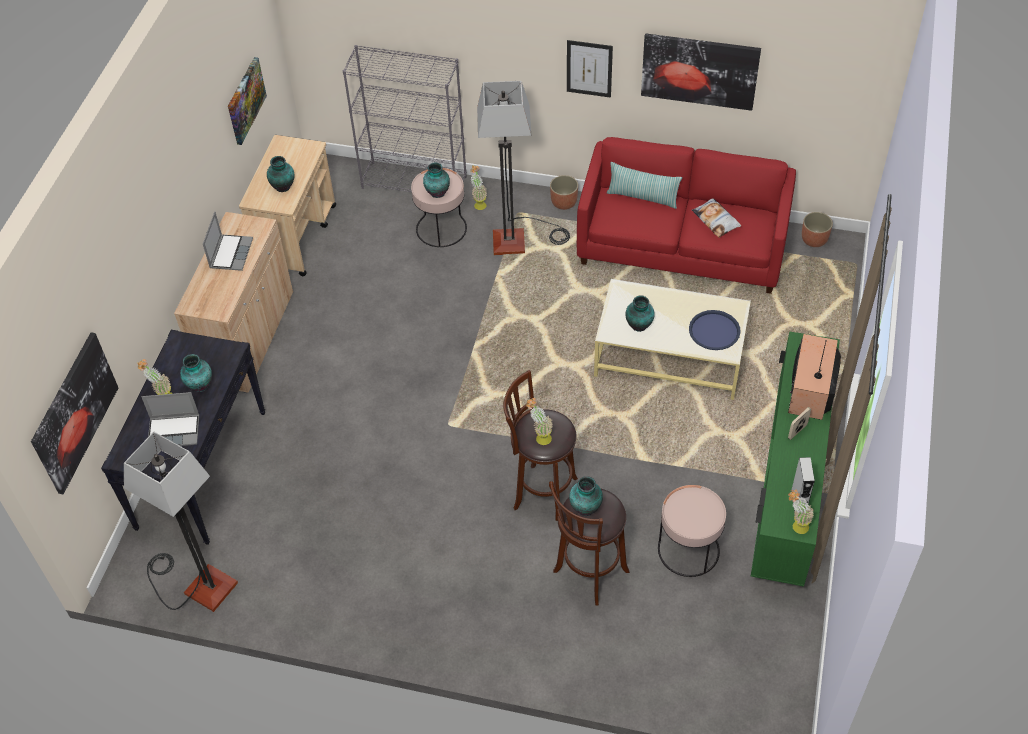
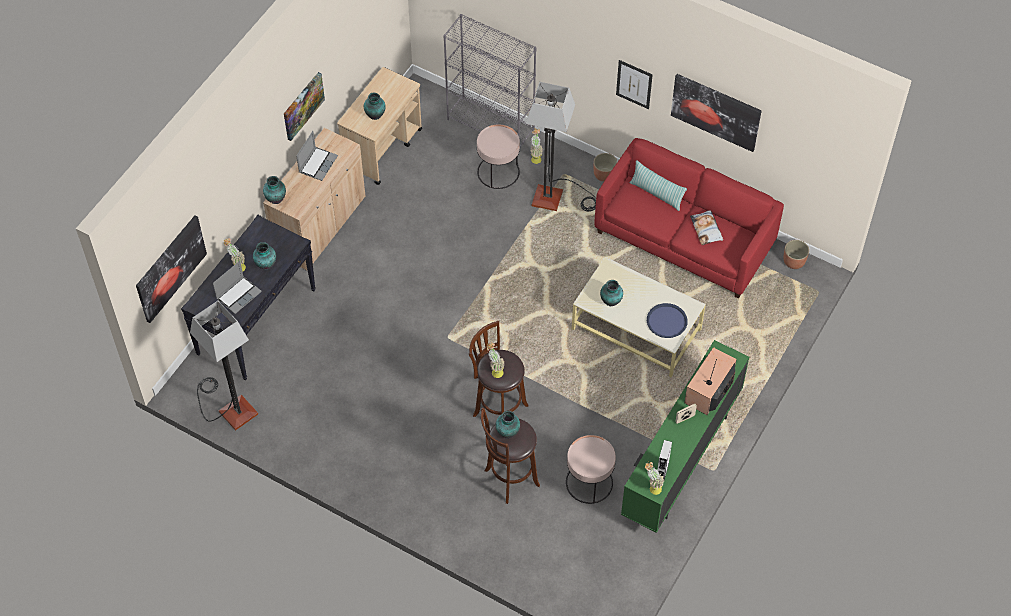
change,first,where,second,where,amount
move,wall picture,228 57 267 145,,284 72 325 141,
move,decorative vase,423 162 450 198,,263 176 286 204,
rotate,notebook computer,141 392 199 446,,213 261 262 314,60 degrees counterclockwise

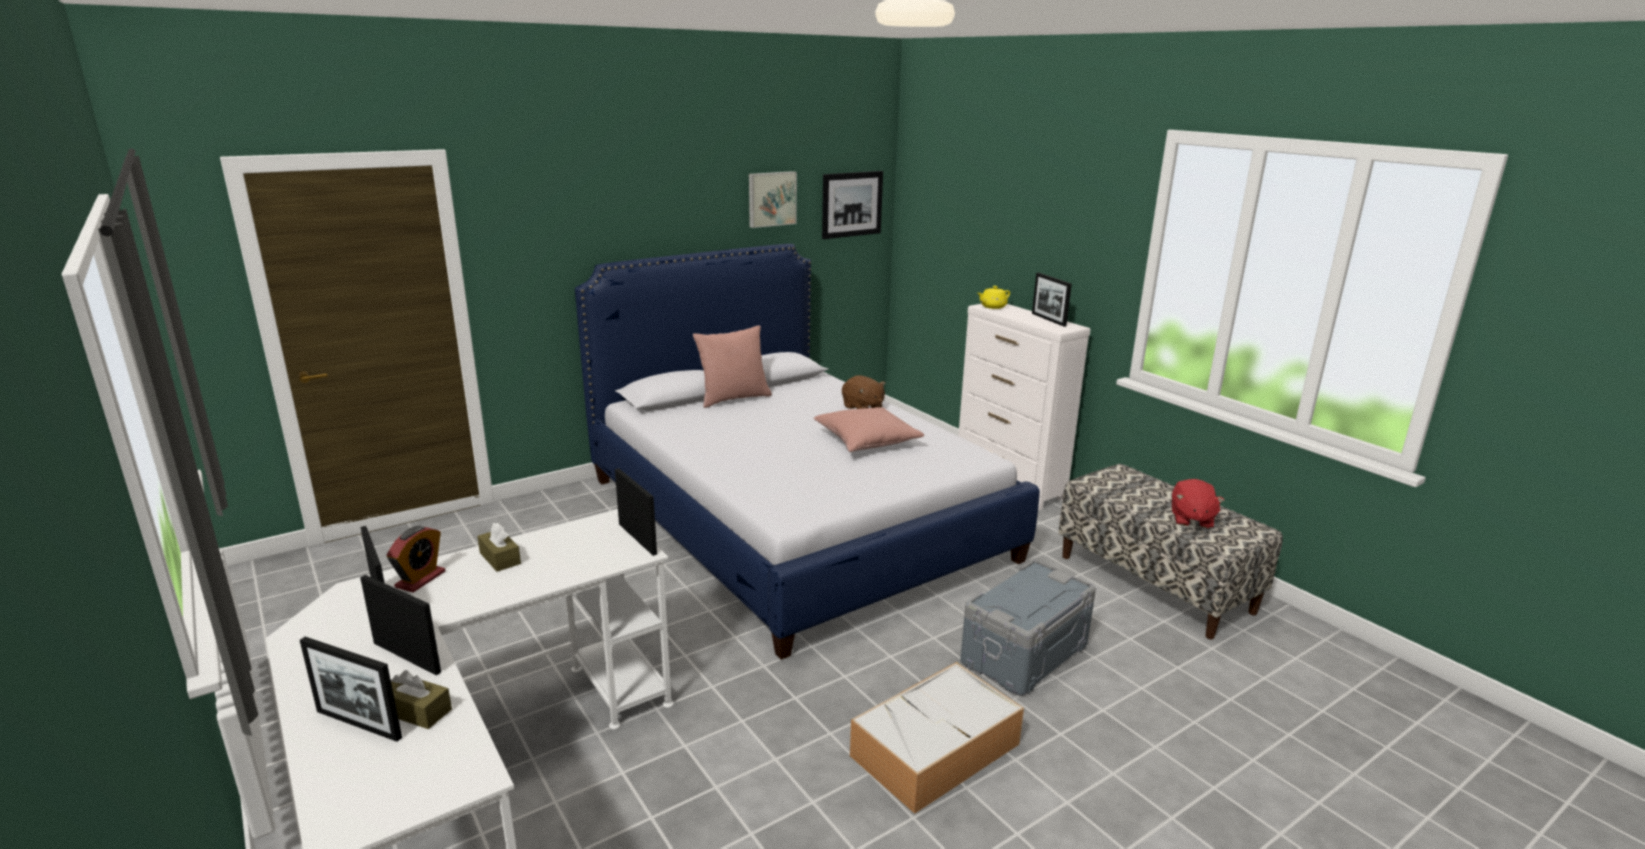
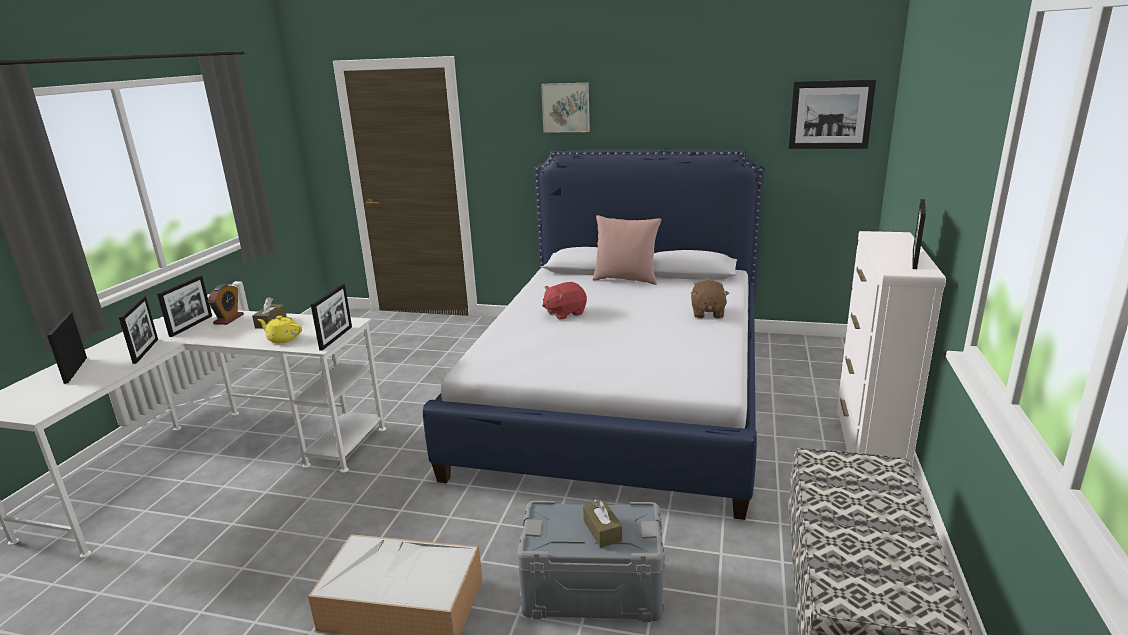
change,first,where,second,where,amount
move,wall picture,749 171 797 228,,541 83 590 133,
move,tea pot (yellow-coloured),978 286 1010 309,,257 316 302 343,
delete,throw pillow (pinkish),814 407 924 452,,,
move,soft toy (reddish),1172 479 1224 529,,542 282 587 320,
rotate,table clock,387 526 445 593,,207 284 244 325,60 degrees counterclockwise
move,box of tissues (brownish),391 670 452 729,,583 500 622 548,

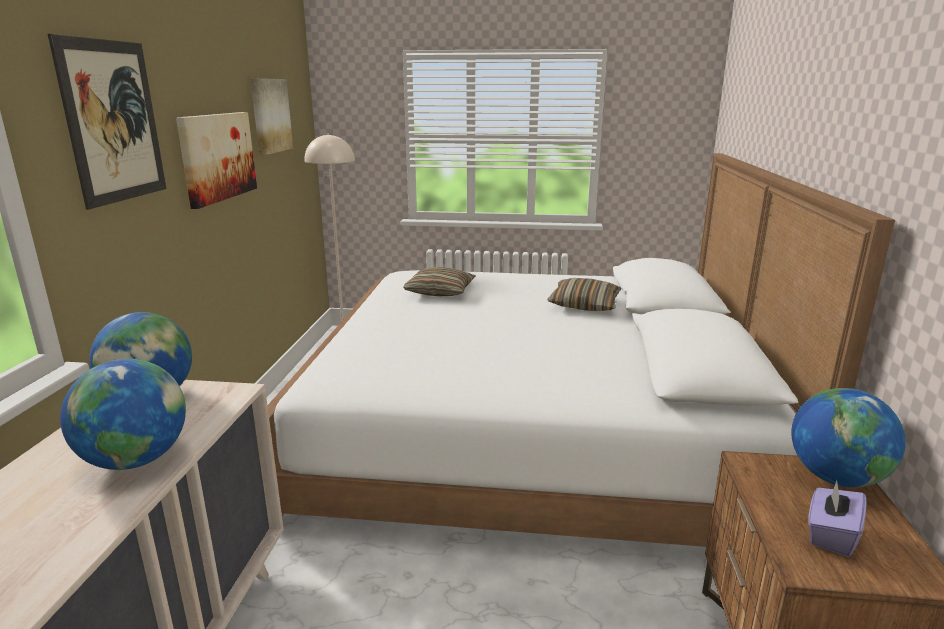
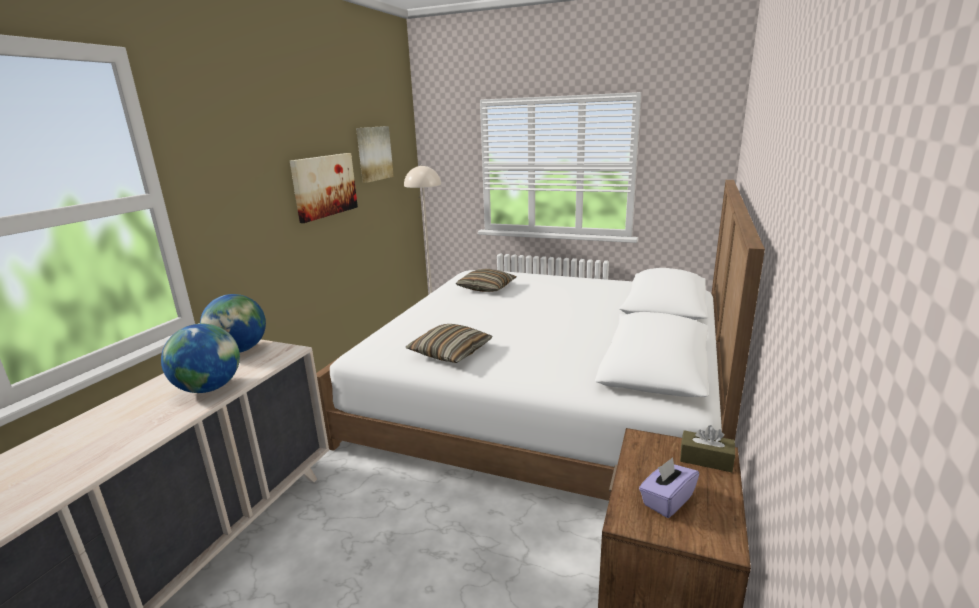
change,first,where,second,where,amount
delete,wall picture,48 34 166 210,,,
move,throw pillow,548 278 621 311,,406 324 492 363,
replace,globe,791 388 906 488,box of tissues (brownish),680 425 735 472,

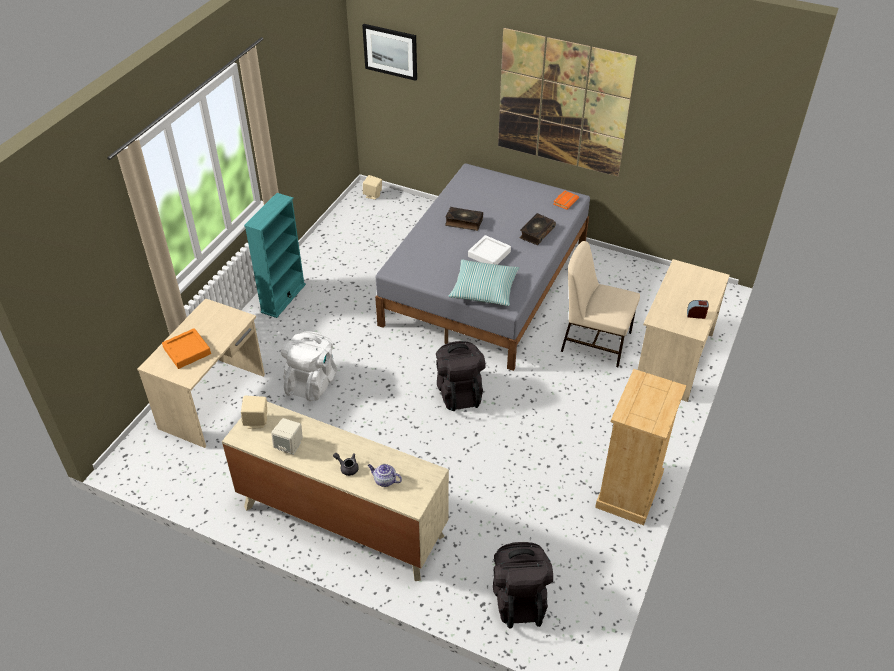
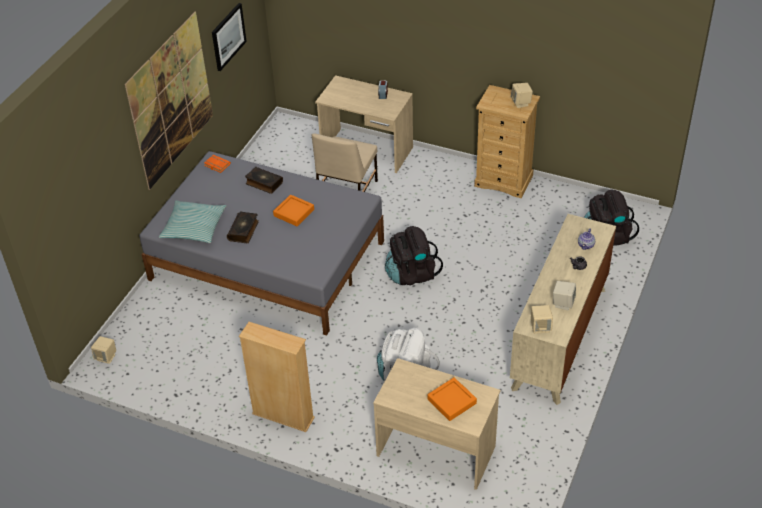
change,first,where,second,where,amount
move,wall picture,362 24 417 81,,212 3 247 71,
recolor,bookcase (blue-green),244 193 306 318,bookcase (beige-coloured),239 322 315 432,
recolor,carrying tray (whitish),468 235 511 265,carrying tray (orange),273 195 314 226,
move,throw pillow,448 260 519 306,,159 200 227 243,
insert,,,loudspeaker (beige-coloured),511 83 533 108,

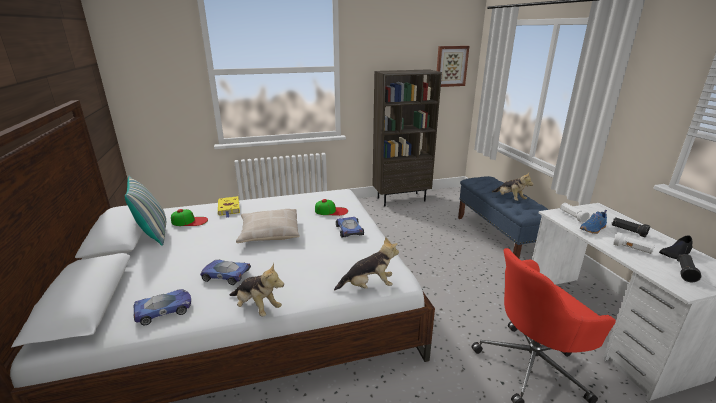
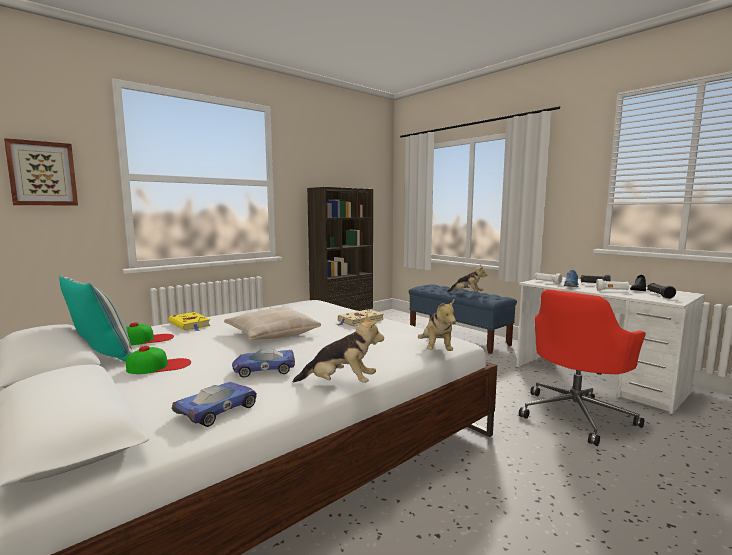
change,first,where,second,where,amount
move,wall picture,437 46 469 87,,4 138 78 206,
move,baseball cap,315 199 348 216,,126 346 191 374,
replace,toy car,336 217 364 238,volume (beige-coloured),337 309 384 327,
rotate,soft toy,334 237 399 291,,418 299 456 351,120 degrees clockwise

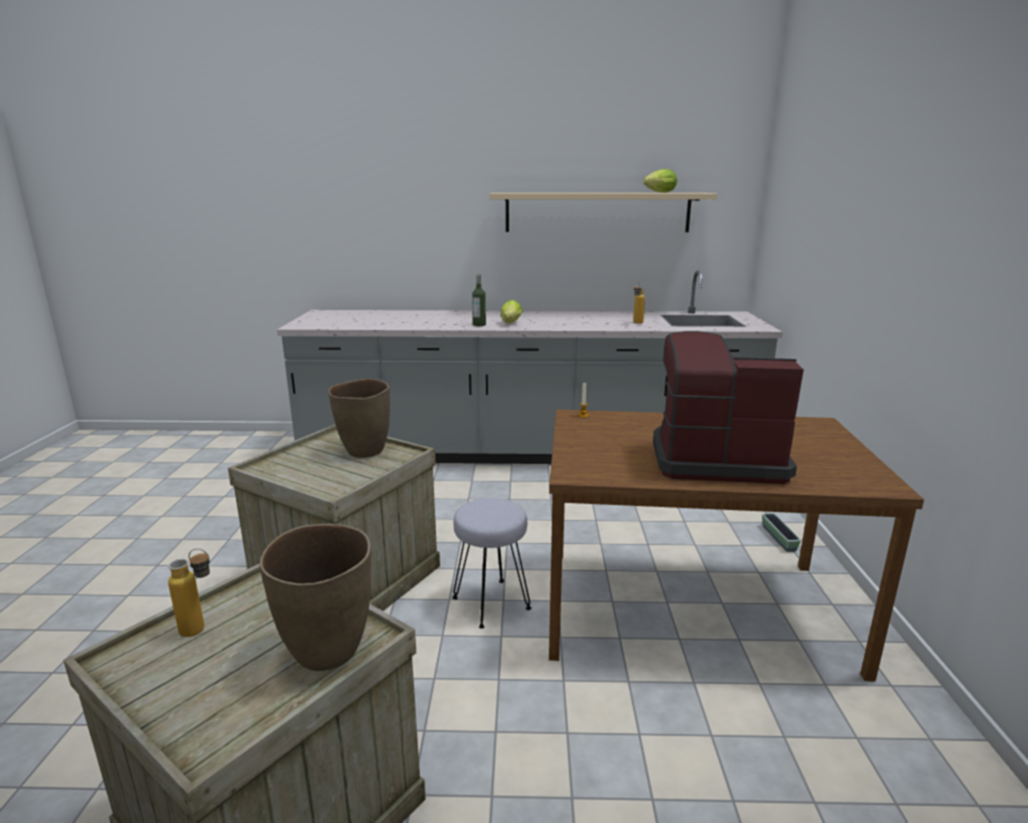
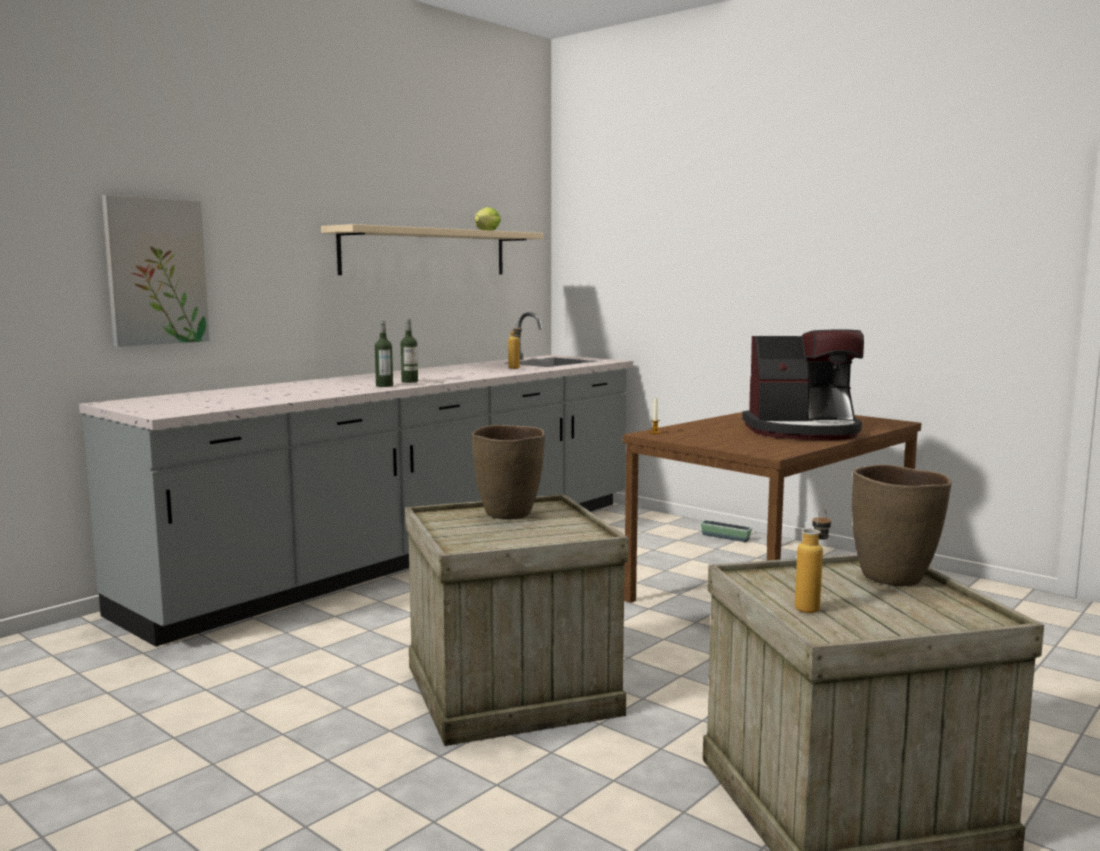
change,first,where,second,where,amount
replace,lettuce,501 300 523 323,beverage bottle,401 319 418 383,
rotate,coffee machine,653 331 804 484,,742 329 864 440,135 degrees counterclockwise
delete,stool seat (greyish),452 498 531 629,,,
insert,,,wall picture,102 195 210 347,

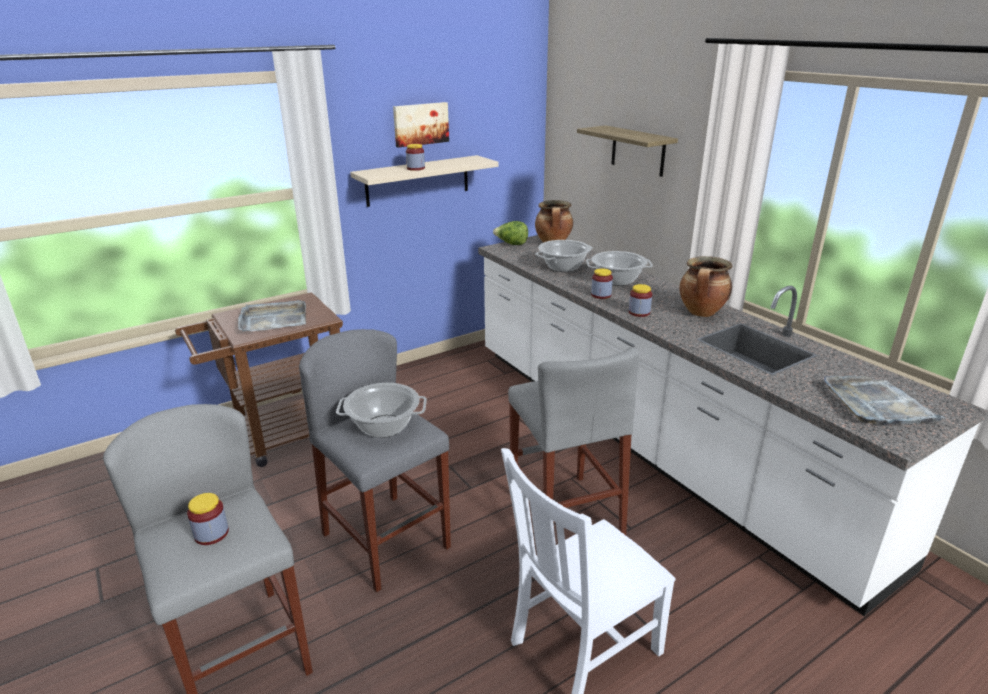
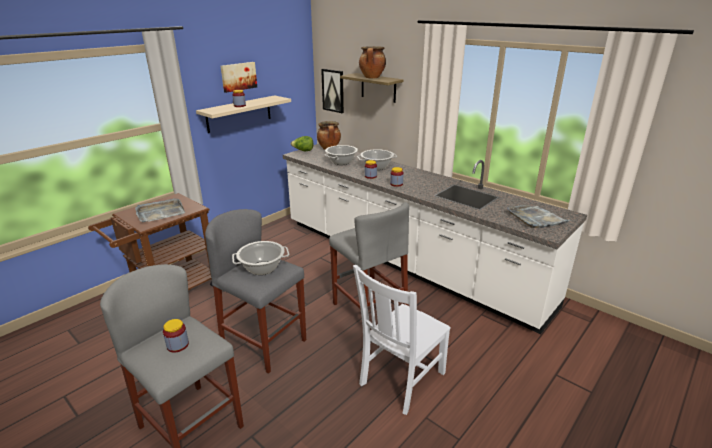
change,first,where,second,where,amount
move,cooking pot,679 256 732 317,,359 46 386 78,
insert,,,wall picture,321 69 344 113,

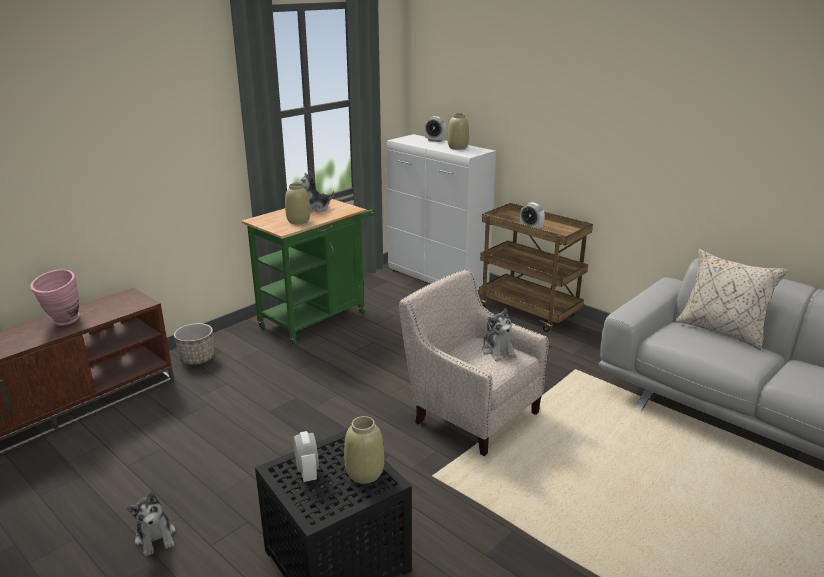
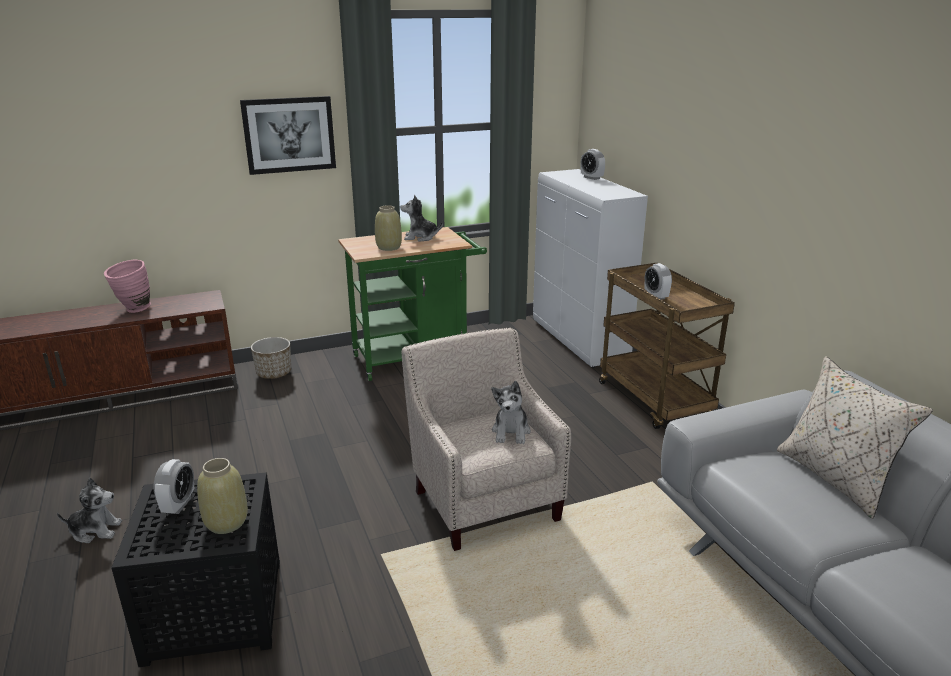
change,first,where,second,where,amount
delete,decorative vase (beige-coloured),448 113 469 150,,,
rotate,soft toy,127 492 176 557,,57 478 122 543,90 degrees counterclockwise
insert,,,wall picture,240 96 336 175,

